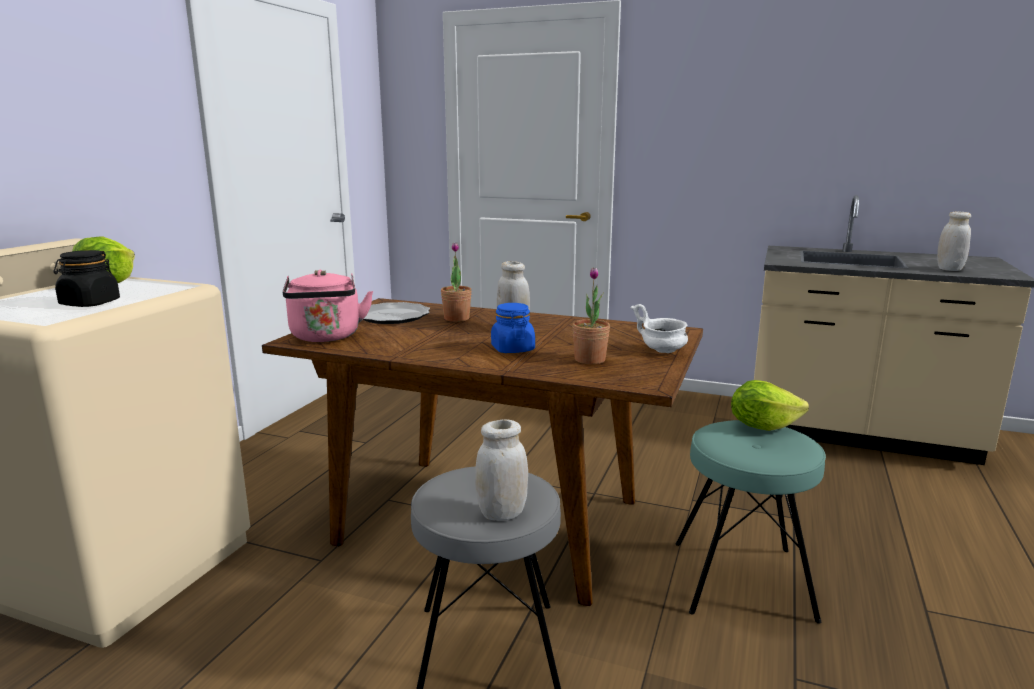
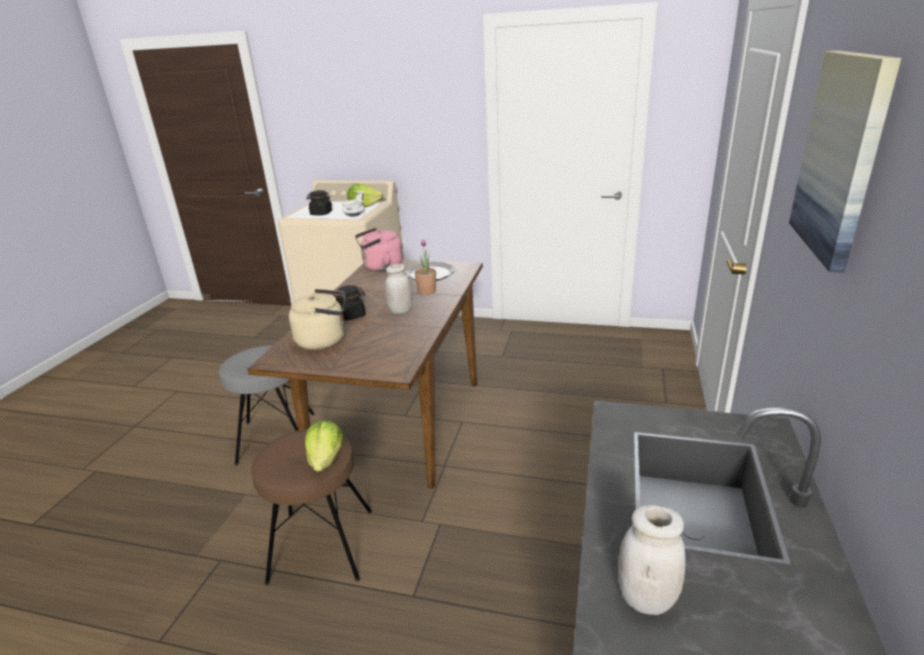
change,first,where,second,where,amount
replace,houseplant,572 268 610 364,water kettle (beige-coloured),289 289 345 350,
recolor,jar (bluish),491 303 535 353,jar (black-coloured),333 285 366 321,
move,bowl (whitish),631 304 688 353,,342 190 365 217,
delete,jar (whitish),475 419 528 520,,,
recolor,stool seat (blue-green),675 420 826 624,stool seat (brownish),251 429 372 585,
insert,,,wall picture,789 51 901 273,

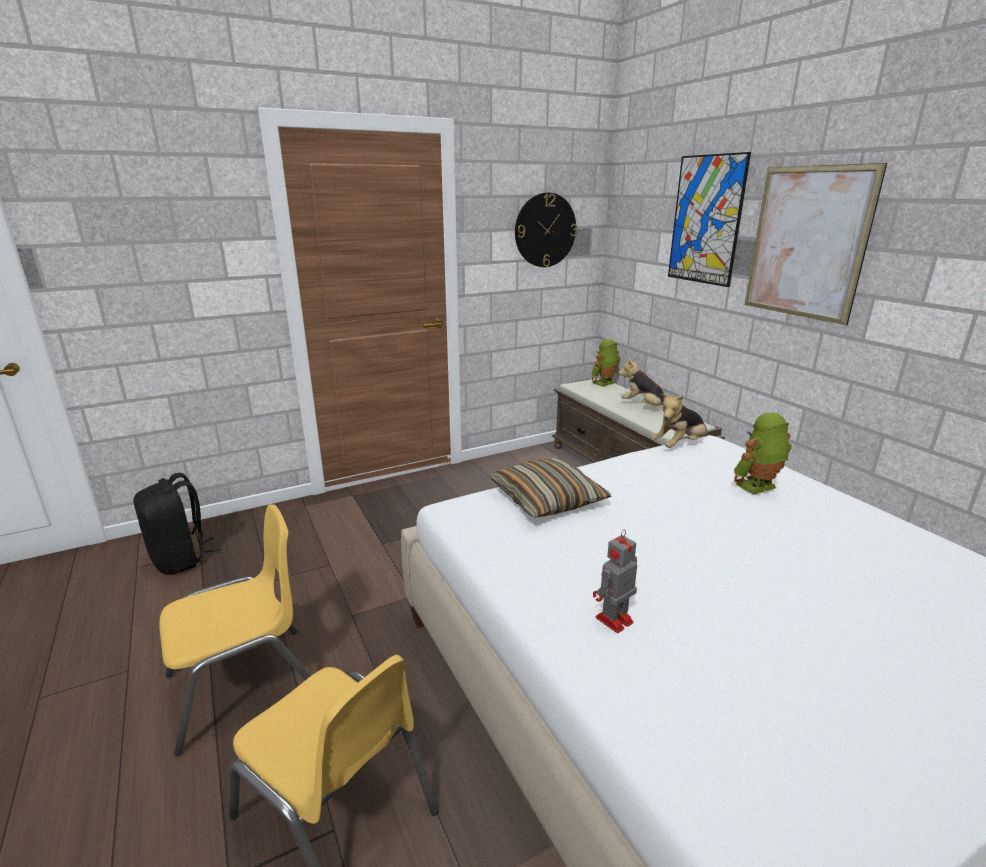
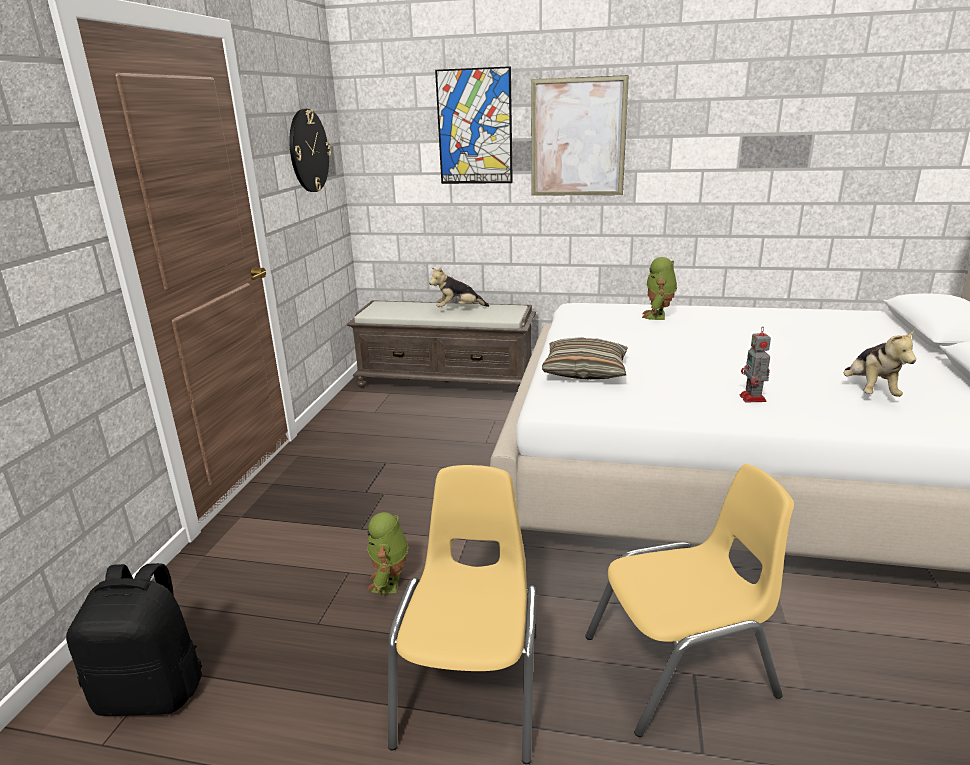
change,first,where,second,where,amount
move,model robot,591 339 620 387,,367 512 409 594,
move,soft toy,652 394 708 448,,844 329 916 397,

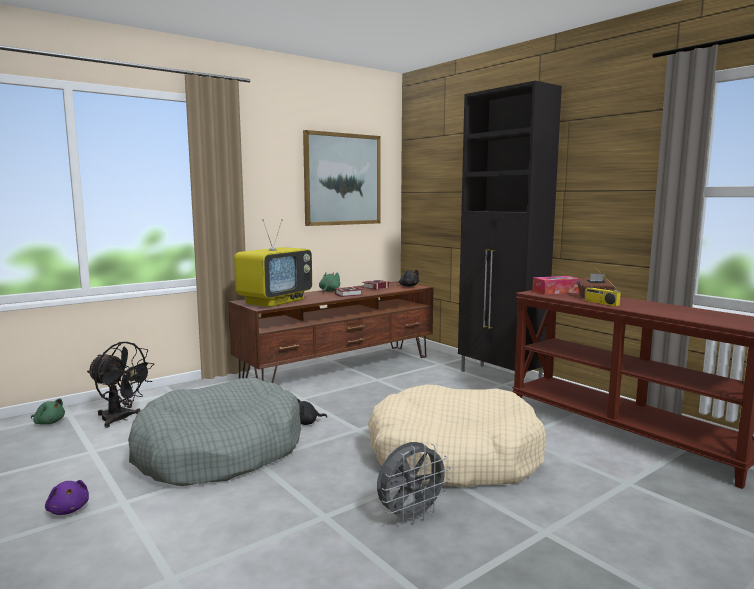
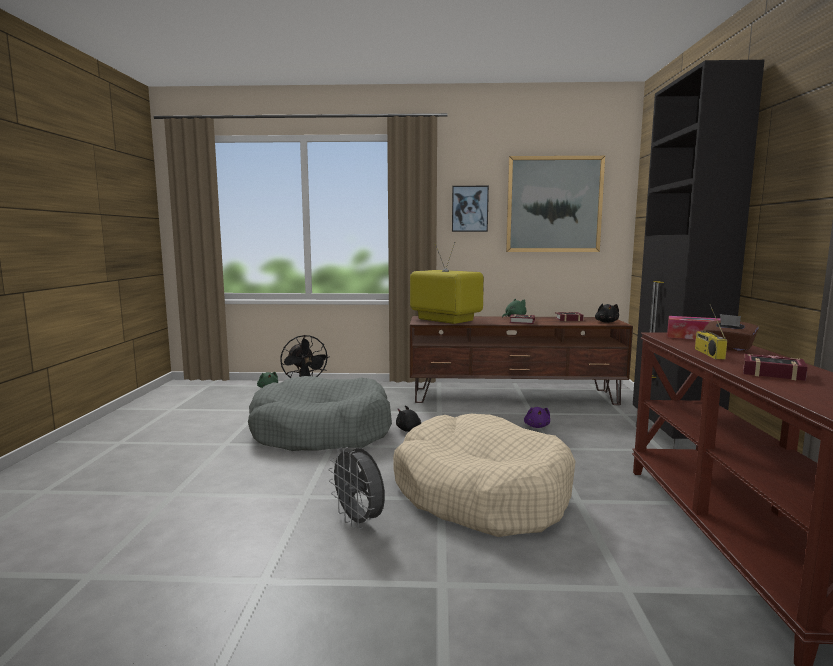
change,first,where,second,where,amount
rotate,television,234 219 312 307,,410 242 484 324,120 degrees counterclockwise
rotate,fan (greyish),377 442 450 524,,328 447 385 529,45 degrees clockwise
move,soft toy (purple-coloured),45 480 89 515,,524 407 550 428,
insert,,,wall picture,452 186 489 232,
insert,,,volume,743 354 808 381,

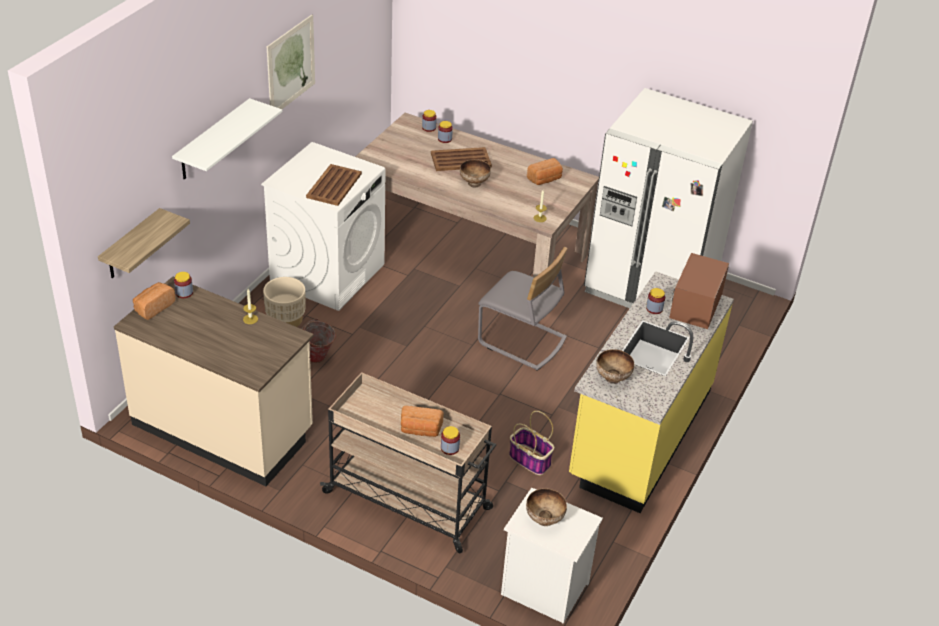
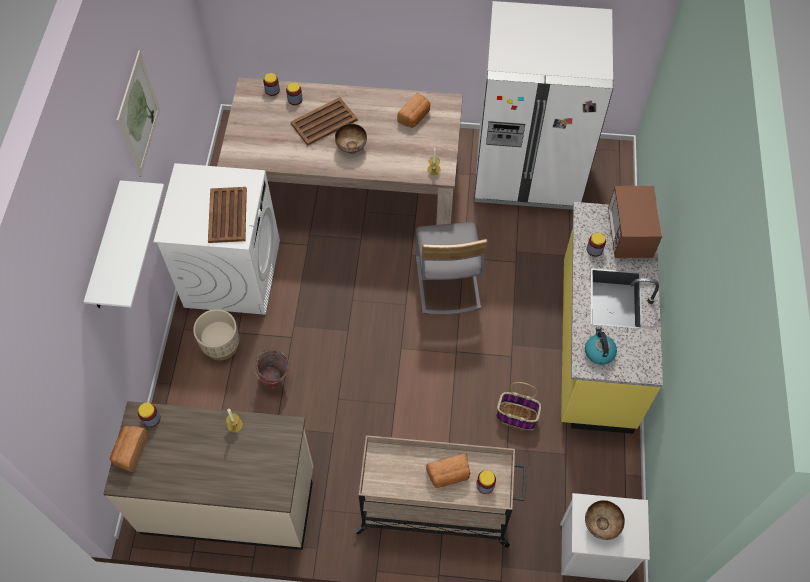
change,first,where,second,where,amount
delete,wall shelf,98 208 190 278,,,
rotate,chair (greyish),478 247 568 371,,416 222 487 315,75 degrees clockwise
replace,bowl,596 349 634 384,water kettle,585 326 617 365,

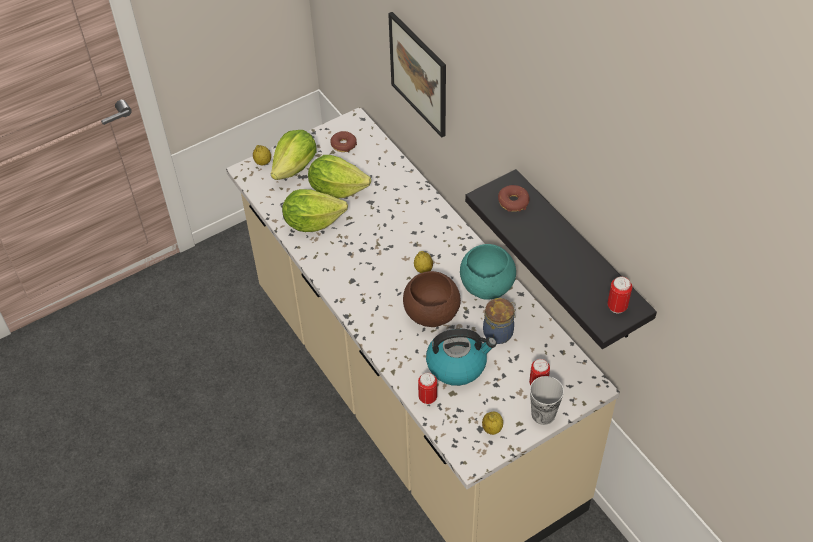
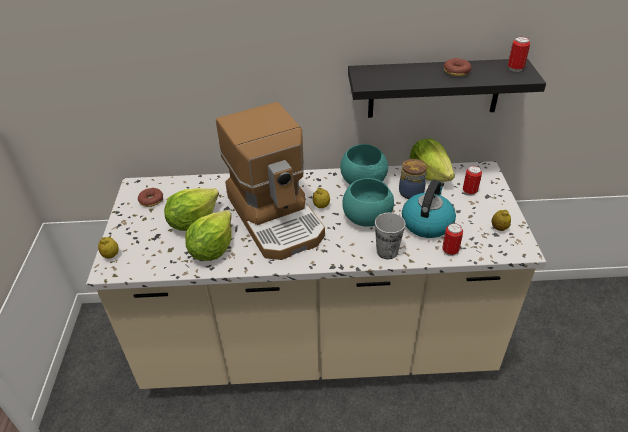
change,first,where,second,where,amount
delete,wall picture,388 12 446 137,,,
move,lettuce,271 130 317 180,,410 138 455 182,
move,donut,498 185 530 212,,444 58 471 77,
recolor,bowl (brownish),403 271 461 327,bowl (blue-green),342 178 394 227,
move,small cup,530 376 564 425,,375 213 405 259,
insert,,,coffee machine,216 102 325 260,

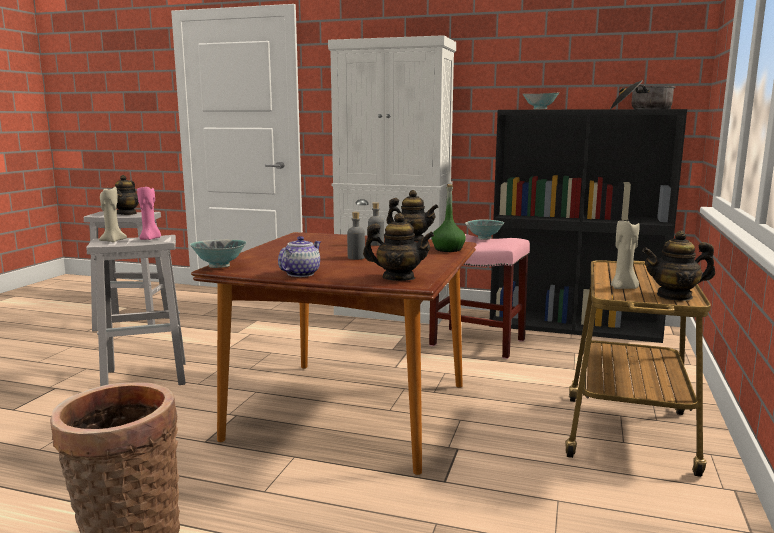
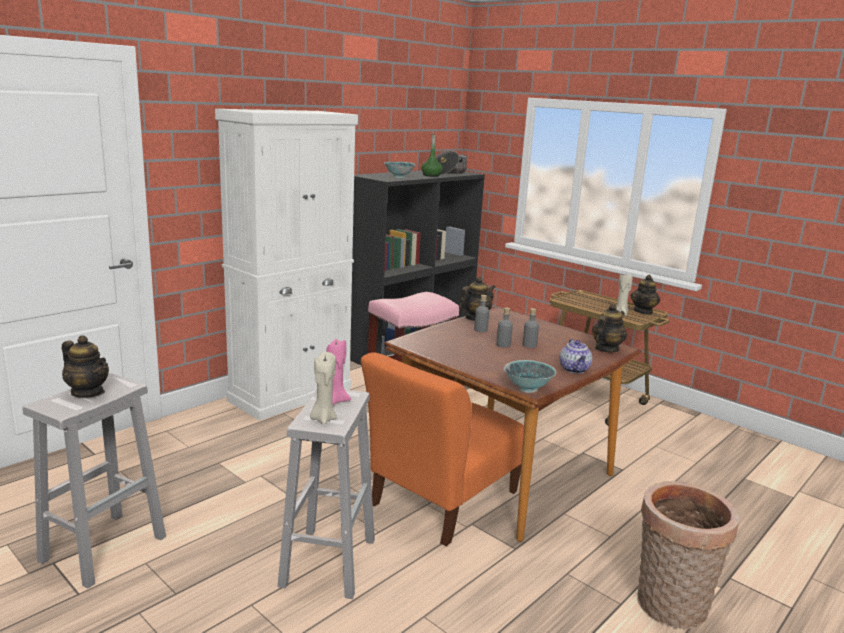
change,first,where,second,where,amount
move,beverage bottle (green),432 184 466 252,,421 134 443 177,
delete,bowl,465 220 504 240,,,
rotate,tea pot,278 236 321 277,,560 339 592 373,150 degrees counterclockwise
insert,,,beverage bottle (greyish),496 308 513 348,
insert,,,chair (orange),361 353 524 546,

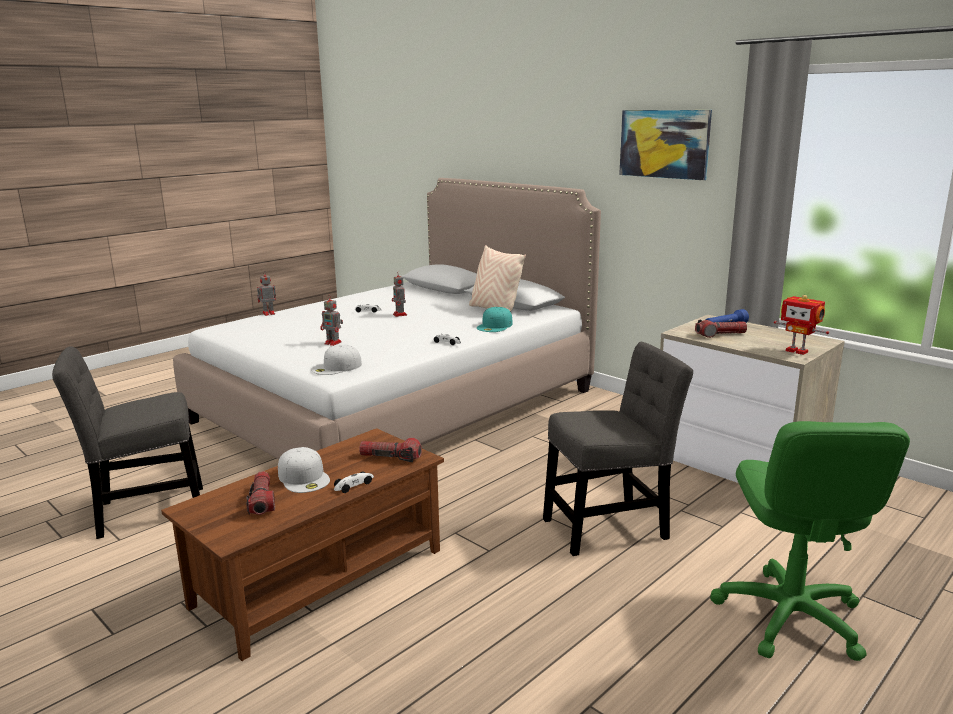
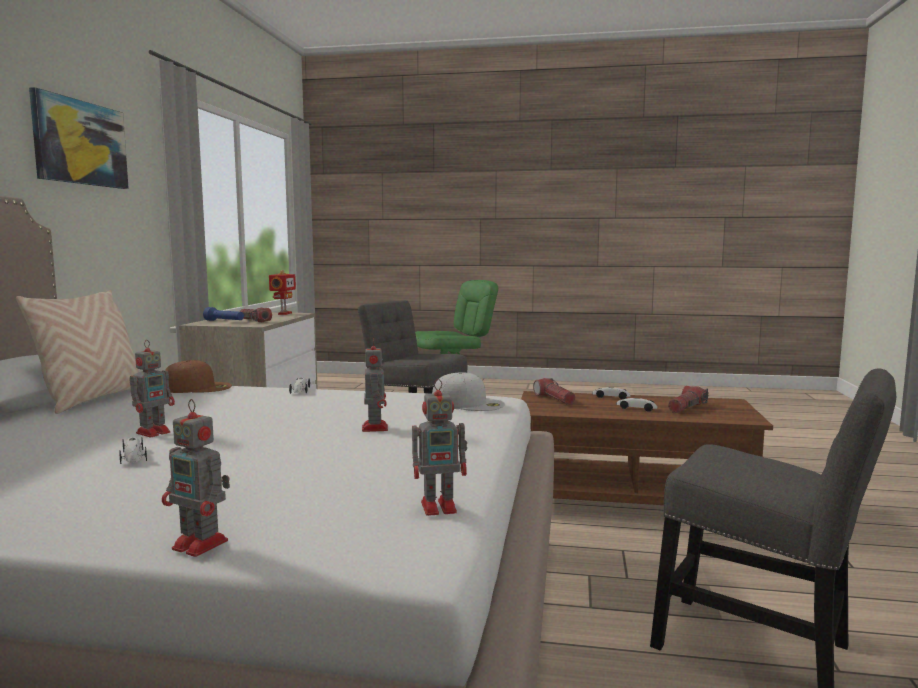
change,first,where,second,where,amount
recolor,baseball cap (blue-green),477 307 513 332,baseball cap (brownish),165 360 232 393,
replace,baseball cap (whitish),278 447 330 493,toy car,616 398 658 412,
insert,,,model robot,412 379 467 516,

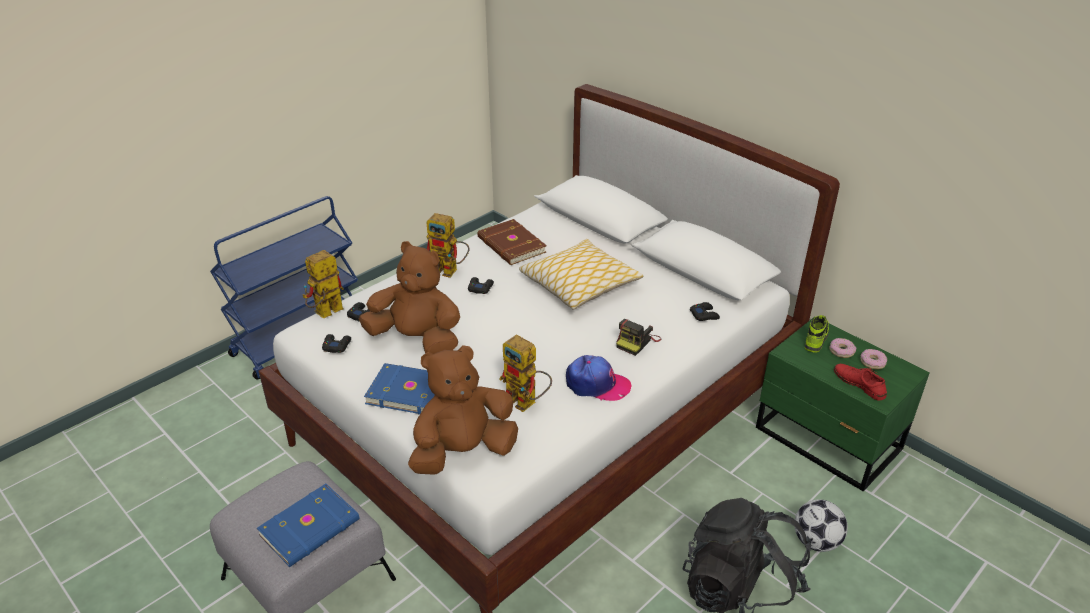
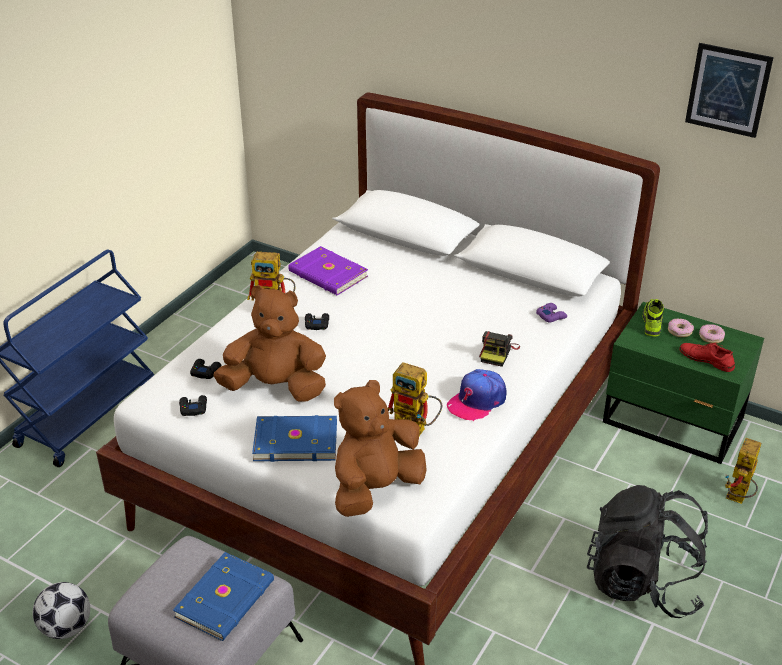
change,first,where,second,where,amount
recolor,volume (brownish),477 219 547 265,volume (purple-coloured),288 246 368 295,
delete,throw pillow,519 239 643 310,,,
move,model robot,303 250 344 319,,725 438 761 504,
recolor,joypad (black-coloured),690 302 720 321,joypad (purple-coloured),536 303 567 323,
rotate,baseball cap,566 355 632 401,,447 369 507 421,135 degrees clockwise
move,football,795 499 848 552,,33 582 90 639,
insert,,,wall picture,685 43 774 138,

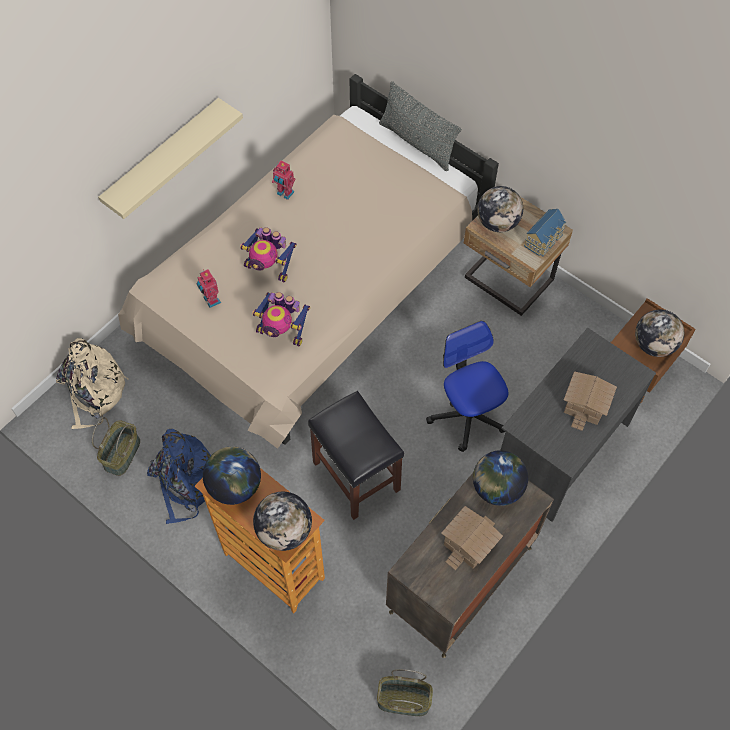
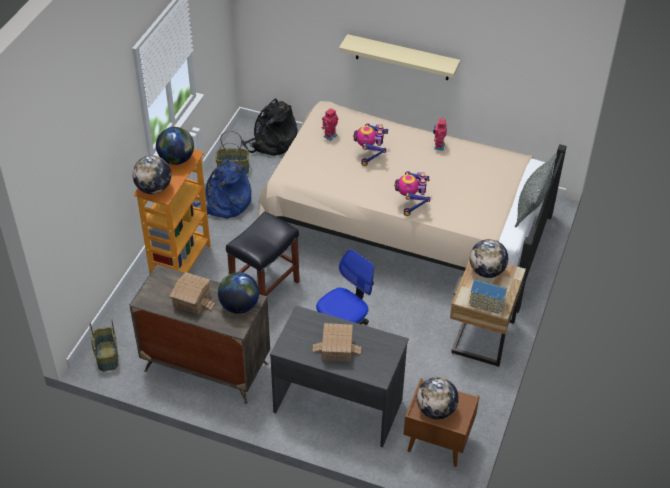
change,first,where,second,where,amount
move,model robot,252 292 310 346,,394 171 430 216,
recolor,rucksack (beige-coloured),56 338 129 429,rucksack (black-coloured),242 98 297 156,

